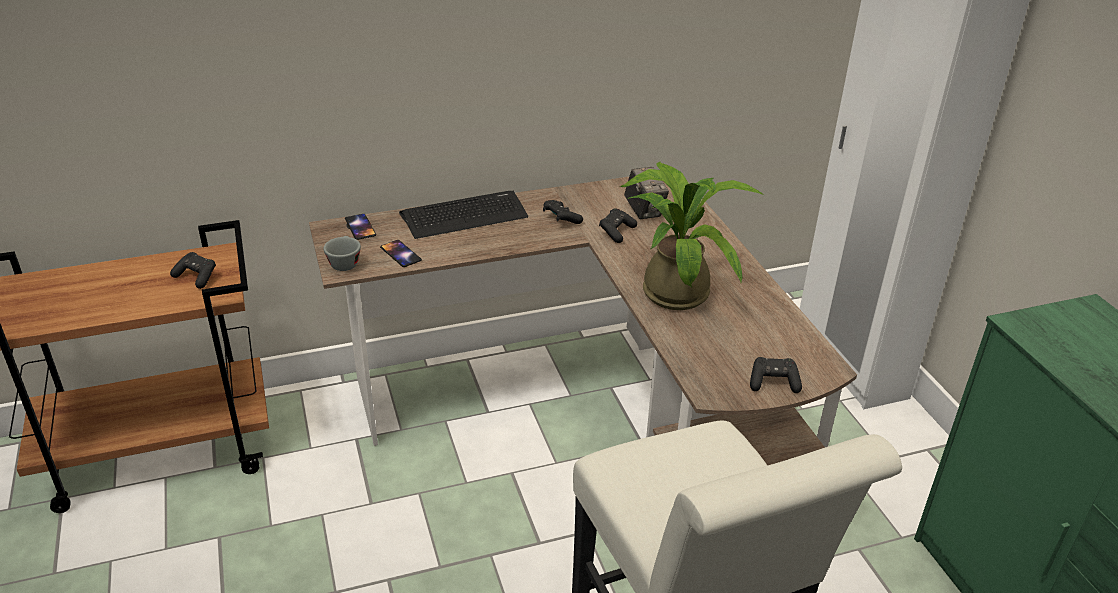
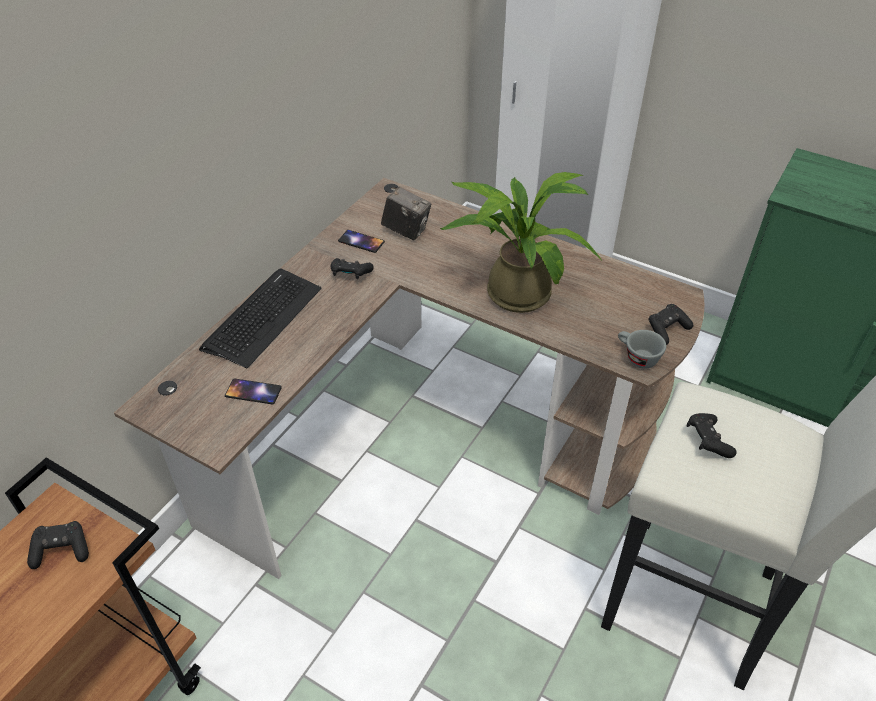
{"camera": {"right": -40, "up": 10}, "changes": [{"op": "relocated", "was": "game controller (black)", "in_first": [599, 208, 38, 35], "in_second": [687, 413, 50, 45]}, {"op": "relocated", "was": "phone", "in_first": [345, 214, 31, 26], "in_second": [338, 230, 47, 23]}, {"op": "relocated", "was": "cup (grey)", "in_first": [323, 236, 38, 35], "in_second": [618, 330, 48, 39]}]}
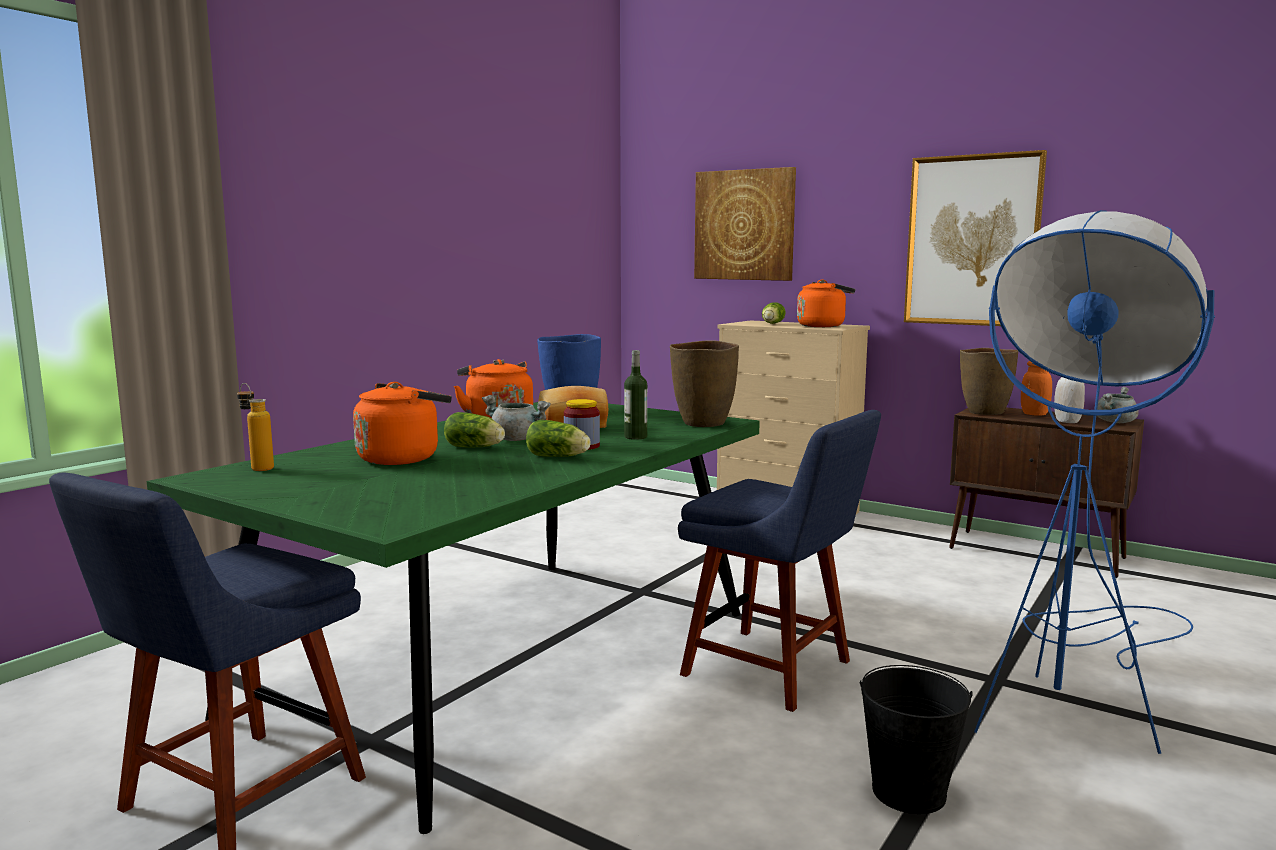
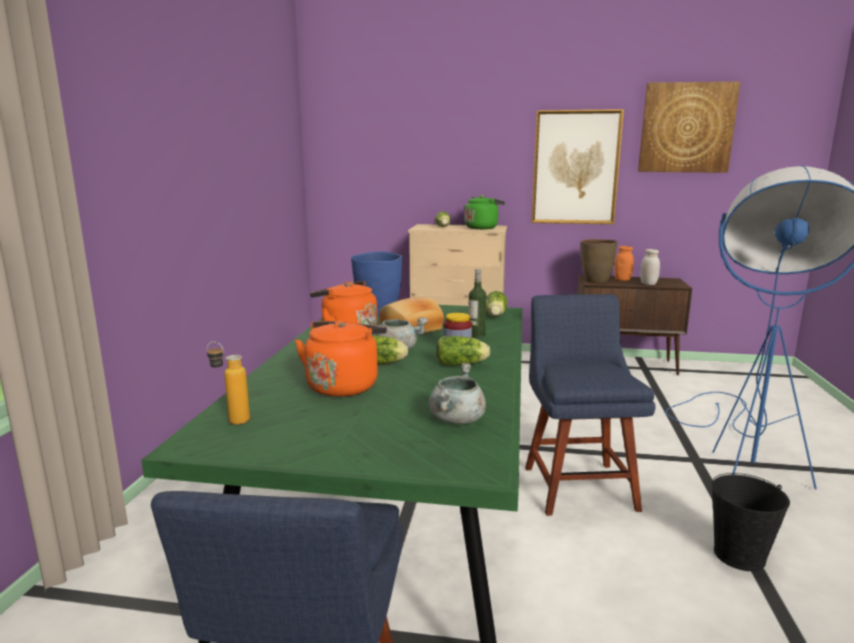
{"camera": {"right": -25, "up": 5}, "changes": [{"op": "relocated", "was": "picture", "in_first": [694, 167, 102, 114], "in_second": [638, 82, 103, 91]}, {"op": "colour", "was": "kettle (orange)", "now": "kettle (green)", "in_first": [797, 279, 58, 48], "in_second": [464, 195, 41, 34]}, {"op": "exchanged", "was": "vase (brown)", "now": "lettuce", "in_first": [670, 341, 69, 86], "in_second": [486, 291, 22, 26]}, {"op": "relocated", "was": "cooking pot (grey)", "in_first": [1097, 387, 42, 36], "in_second": [429, 362, 57, 62]}, {"op": "spun", "was": "chair (blue)", "in_first": [678, 410, 203, 302], "in_second": [525, 294, 131, 222], "clockwise": -105}]}
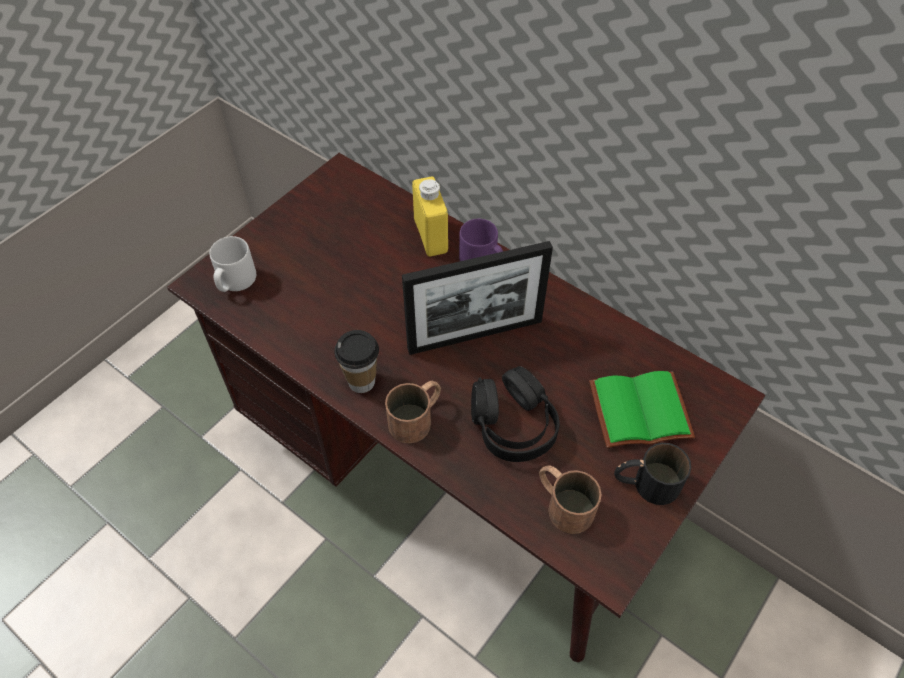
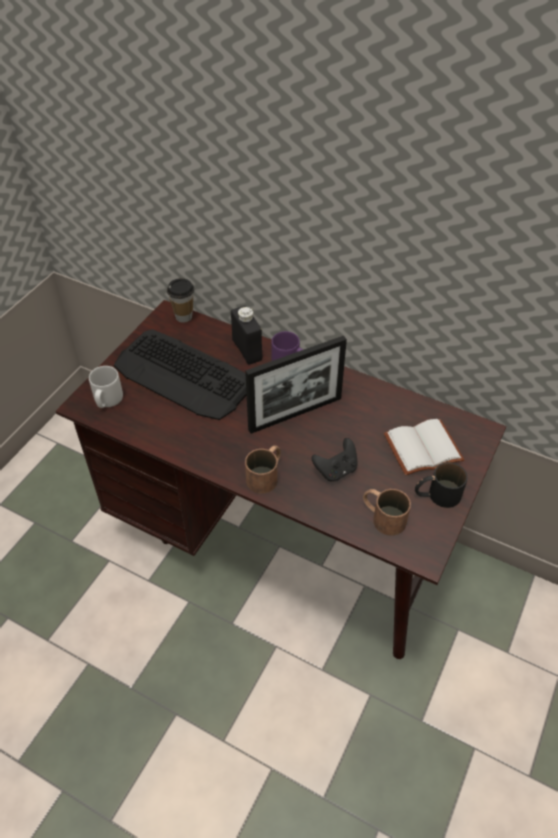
{"camera": {"right": -10, "up": -5}, "changes": [{"op": "colour", "was": "bottle (yellow)", "now": "bottle (black)", "in_first": [412, 177, 36, 79], "in_second": [231, 306, 31, 58]}, {"op": "relocated", "was": "cup", "in_first": [334, 330, 45, 63], "in_second": [167, 278, 27, 45]}, {"op": "exchanged", "was": "headphones (black)", "now": "game controller (black)", "in_first": [471, 366, 89, 96], "in_second": [312, 438, 46, 44]}, {"op": "colour", "was": "book (green)", "now": "book (white)", "in_first": [589, 371, 106, 77], "in_second": [384, 419, 80, 57]}, {"op": "appeared", "now": "keyboard", "in_second": [114, 329, 133, 91]}]}
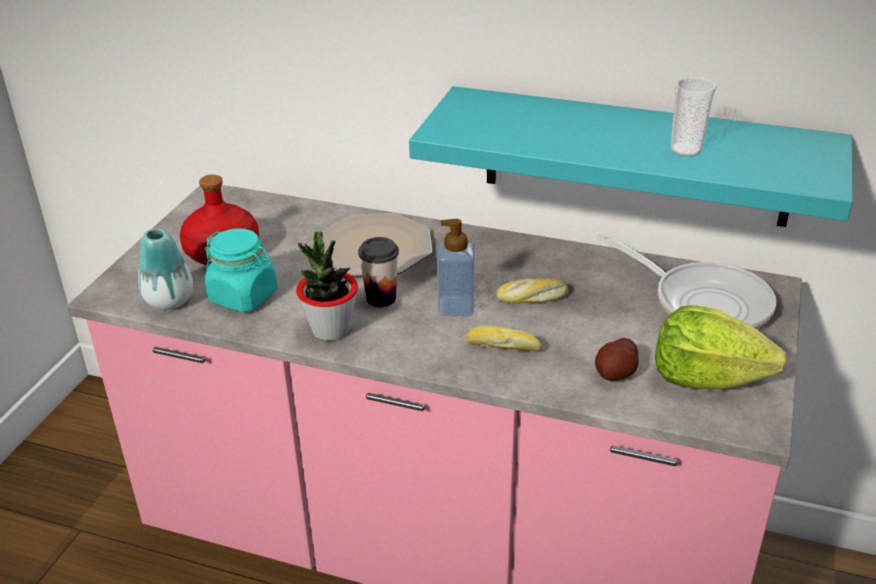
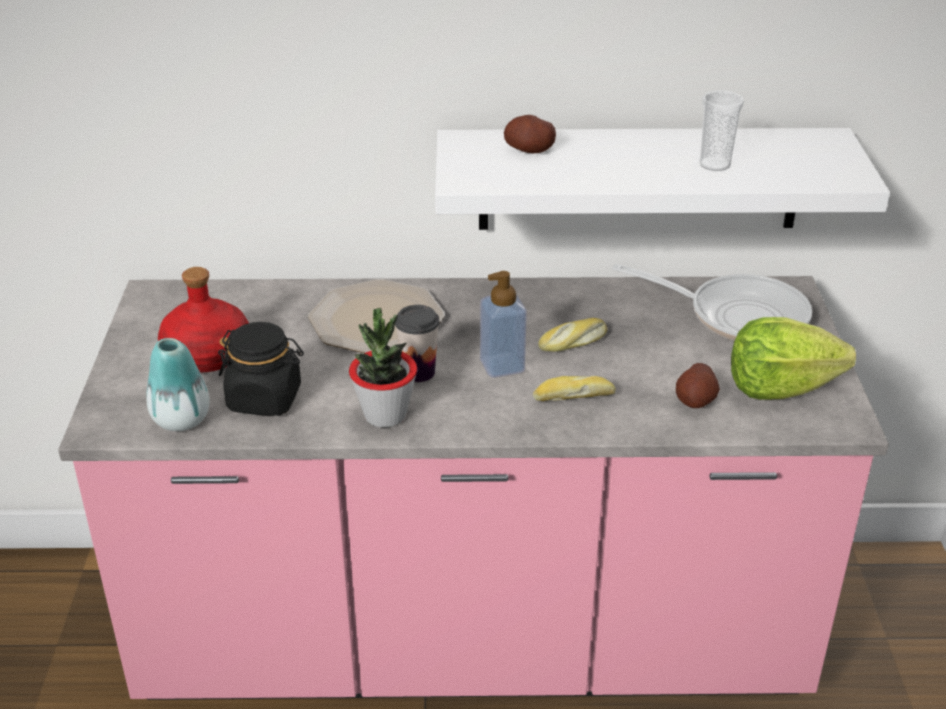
{"camera": {"right": -20, "up": 0}, "changes": [{"op": "colour", "was": "shelf (turquoise)", "now": "shelf (white)", "in_first": [409, 86, 444, 141], "in_second": [435, 128, 455, 102]}, {"op": "colour", "was": "jar (turquoise)", "now": "jar (black)", "in_first": [205, 228, 73, 84], "in_second": [218, 322, 86, 94]}, {"op": "appeared", "now": "potato", "in_second": [504, 115, 52, 38]}]}
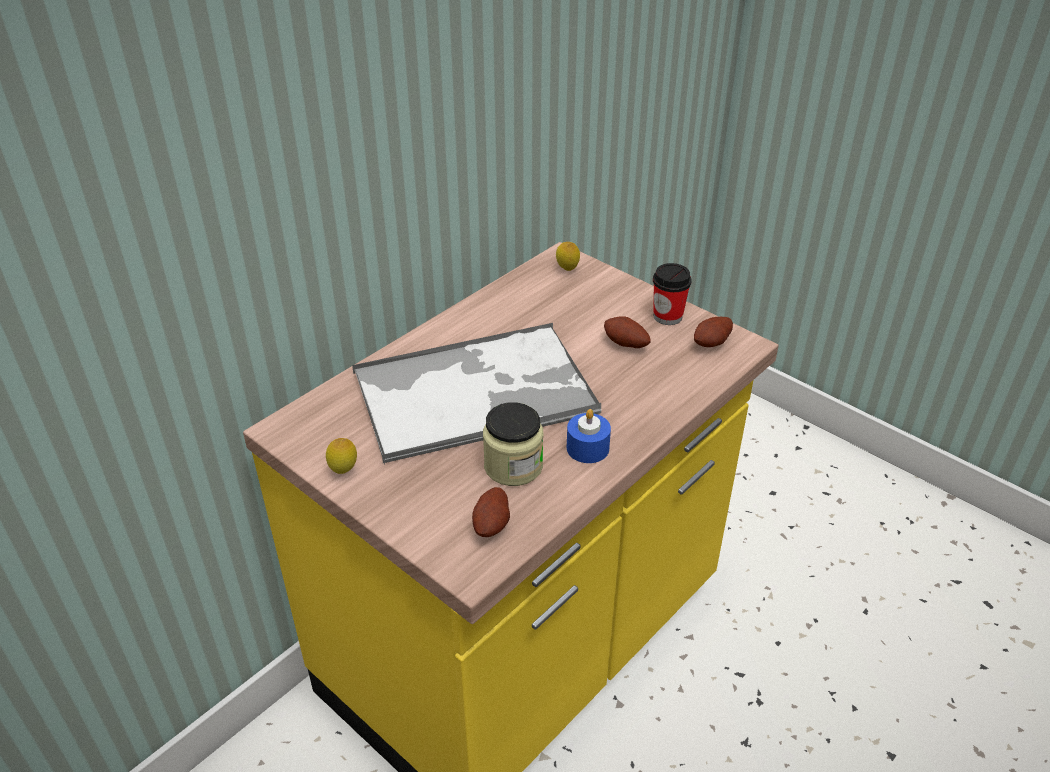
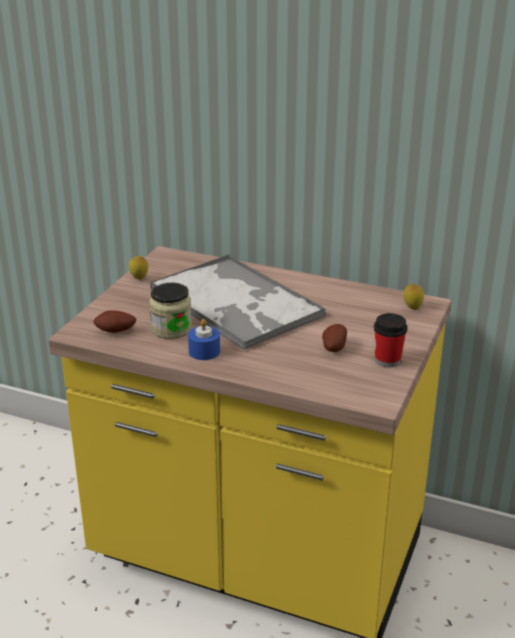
{"camera": {"right": 70, "up": -10}, "changes": [{"op": "missing", "was": "potato", "in_first": [694, 317, 39, 30]}]}
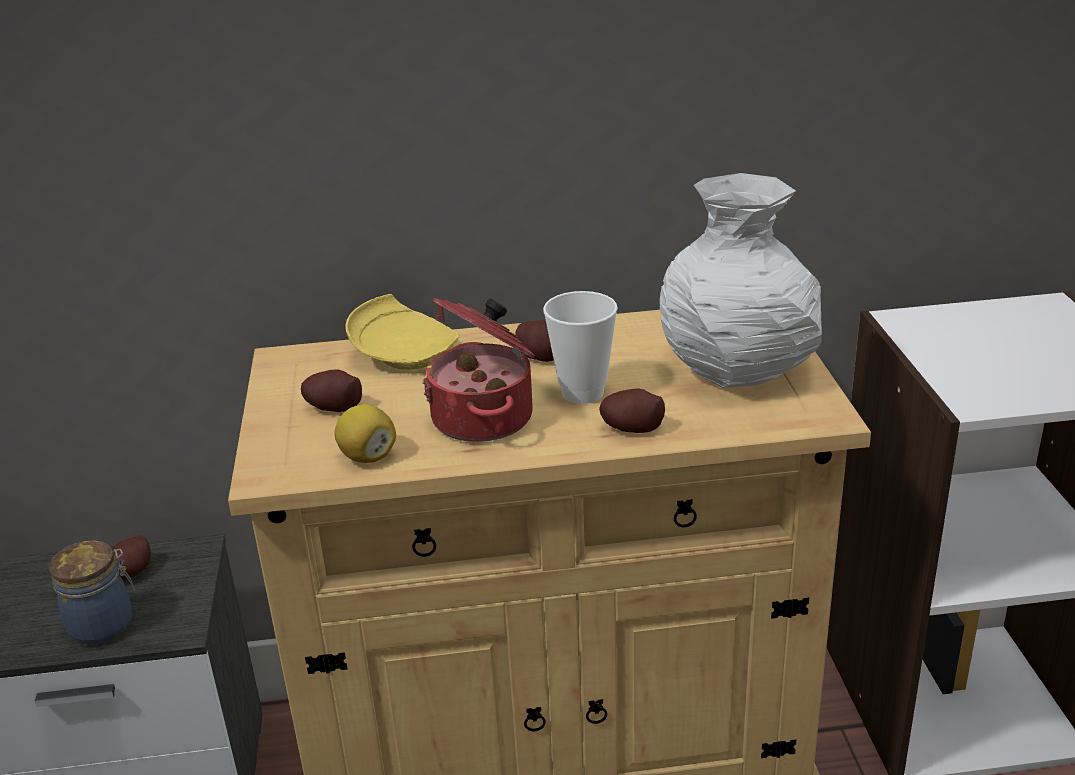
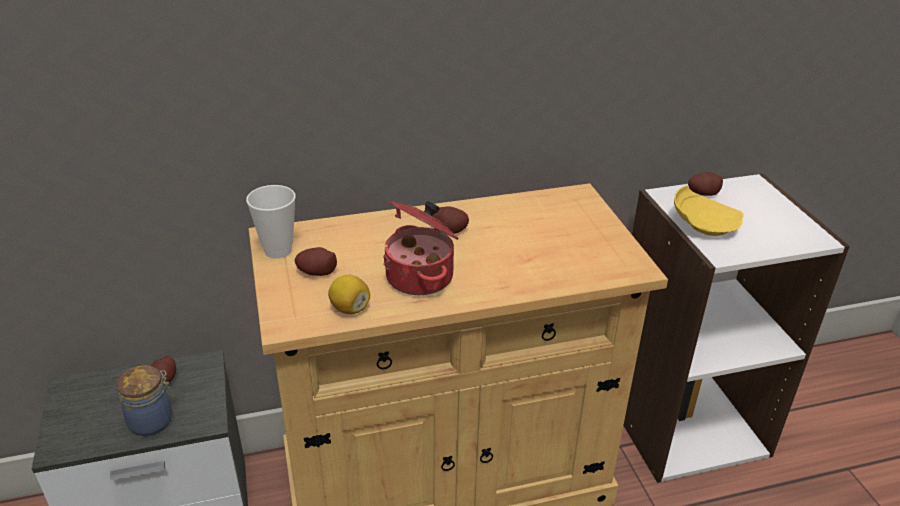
{"camera": {"right": -10, "up": 5}, "changes": [{"op": "missing", "was": "vase (white)", "in_first": [660, 173, 162, 215]}, {"op": "relocated", "was": "cup", "in_first": [543, 291, 75, 113], "in_second": [246, 185, 50, 74]}, {"op": "relocated", "was": "plate (yellow)", "in_first": [345, 294, 115, 76], "in_second": [674, 185, 70, 51]}, {"op": "relocated", "was": "potato", "in_first": [599, 388, 66, 45], "in_second": [688, 172, 35, 24]}]}
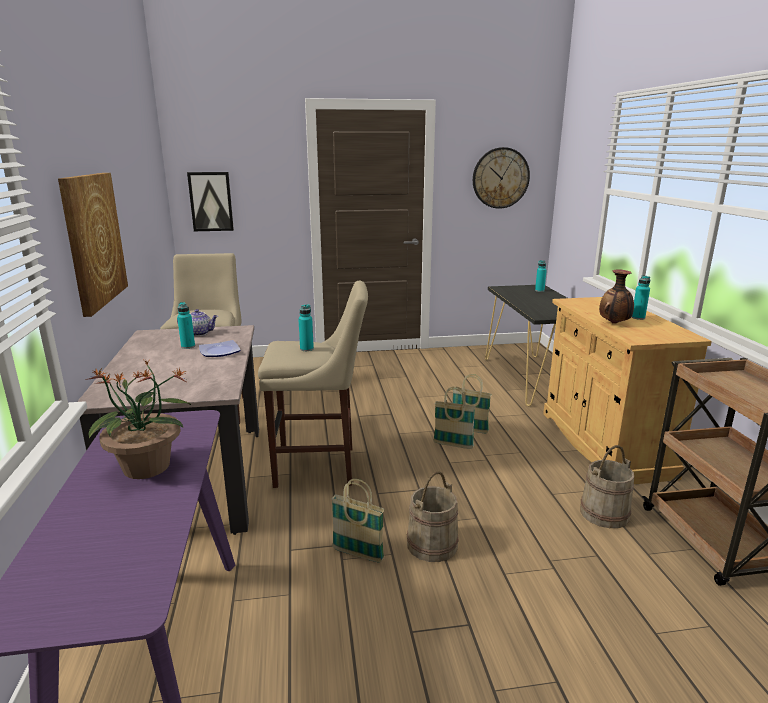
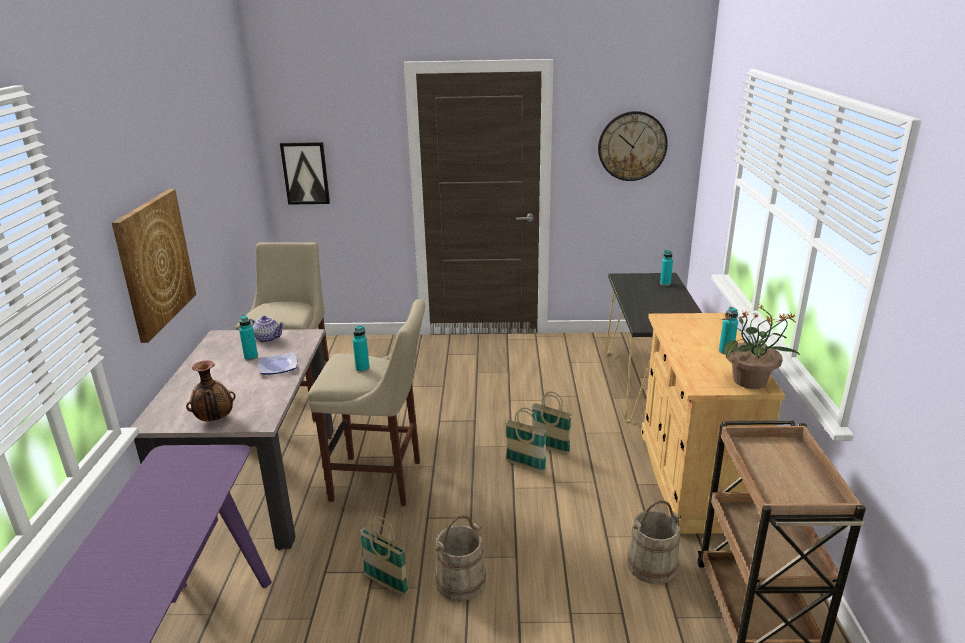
{"camera": {"right": 10, "up": 5}, "changes": [{"op": "relocated", "was": "vase", "in_first": [599, 269, 35, 55], "in_second": [186, 360, 50, 61]}, {"op": "relocated", "was": "potted plant", "in_first": [85, 360, 106, 119], "in_second": [721, 305, 79, 84]}]}
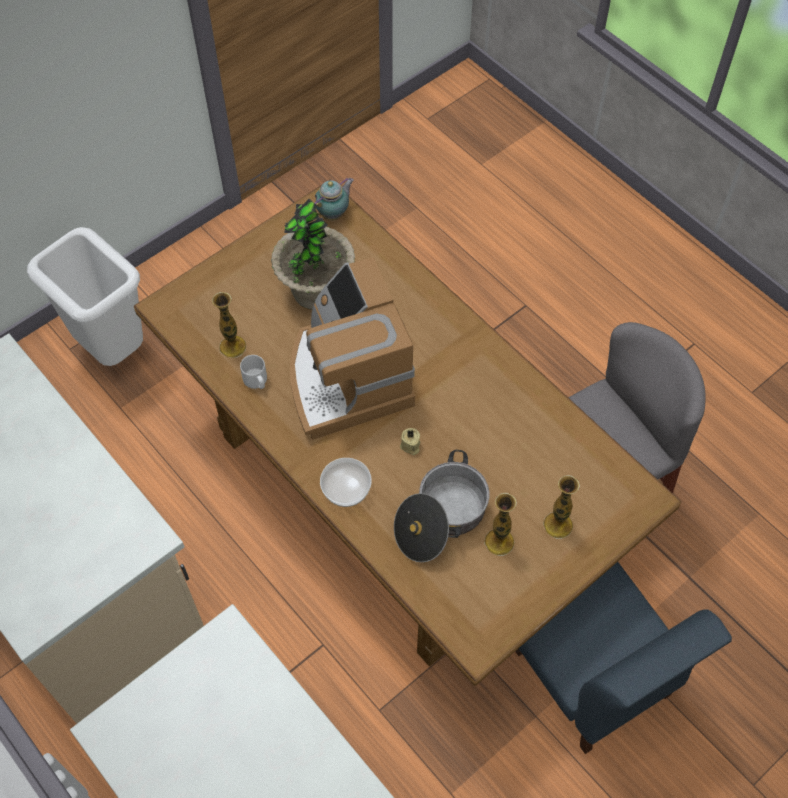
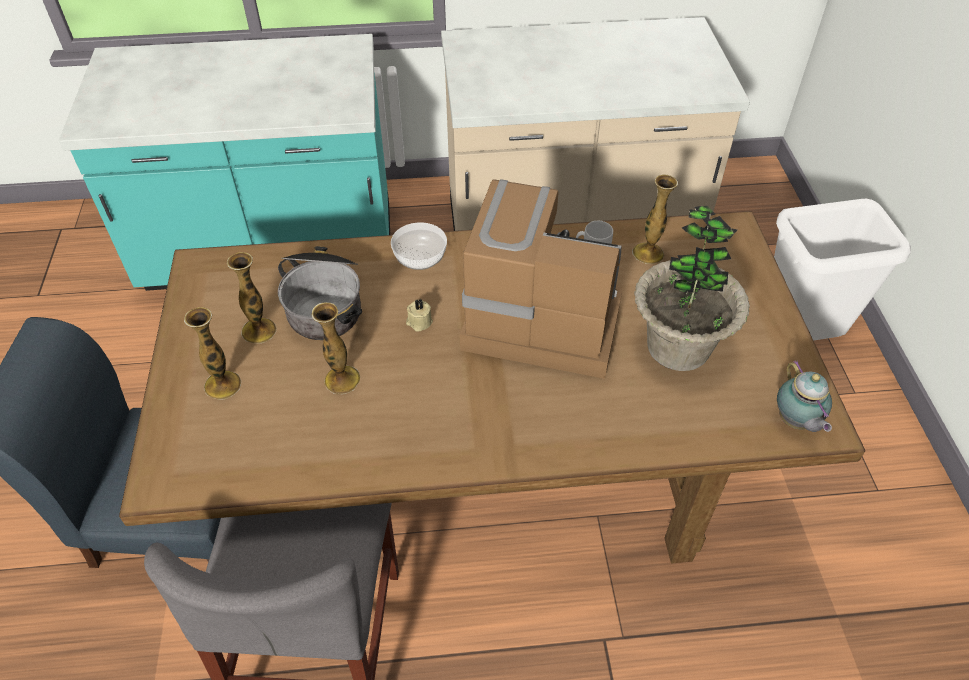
{"camera": {"right": 125, "up": -10}, "changes": [{"op": "appeared", "now": "vase", "in_second": [312, 302, 48, 92]}]}
